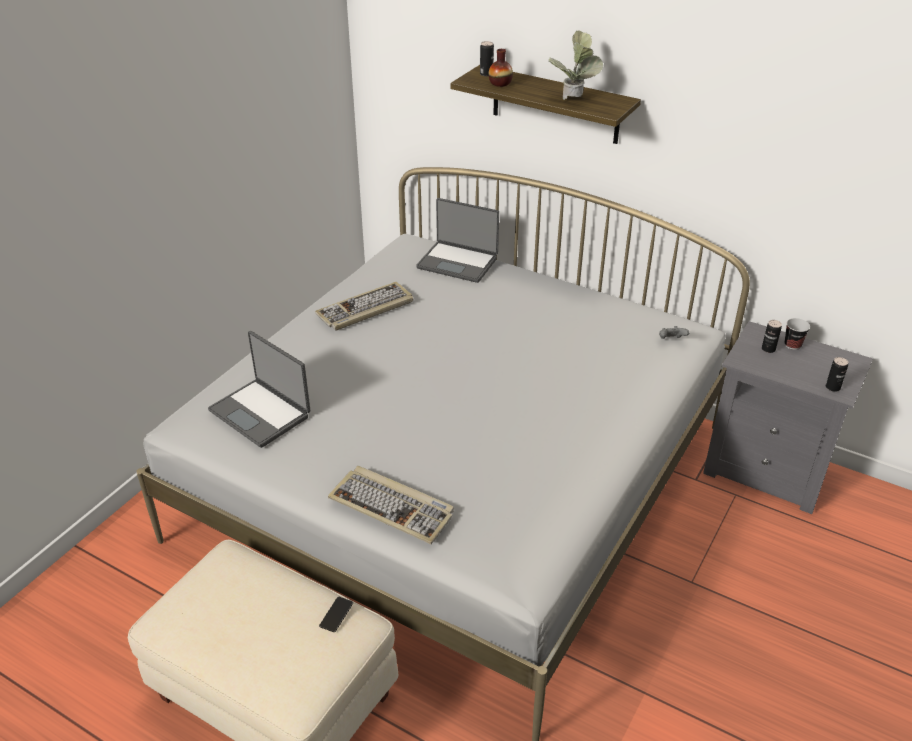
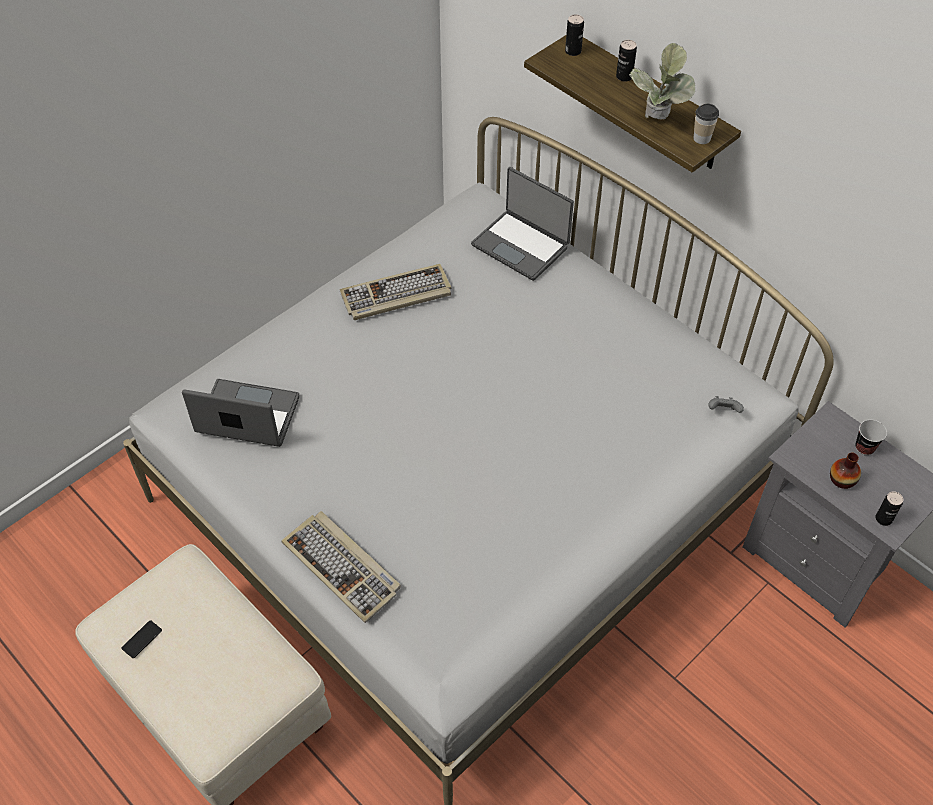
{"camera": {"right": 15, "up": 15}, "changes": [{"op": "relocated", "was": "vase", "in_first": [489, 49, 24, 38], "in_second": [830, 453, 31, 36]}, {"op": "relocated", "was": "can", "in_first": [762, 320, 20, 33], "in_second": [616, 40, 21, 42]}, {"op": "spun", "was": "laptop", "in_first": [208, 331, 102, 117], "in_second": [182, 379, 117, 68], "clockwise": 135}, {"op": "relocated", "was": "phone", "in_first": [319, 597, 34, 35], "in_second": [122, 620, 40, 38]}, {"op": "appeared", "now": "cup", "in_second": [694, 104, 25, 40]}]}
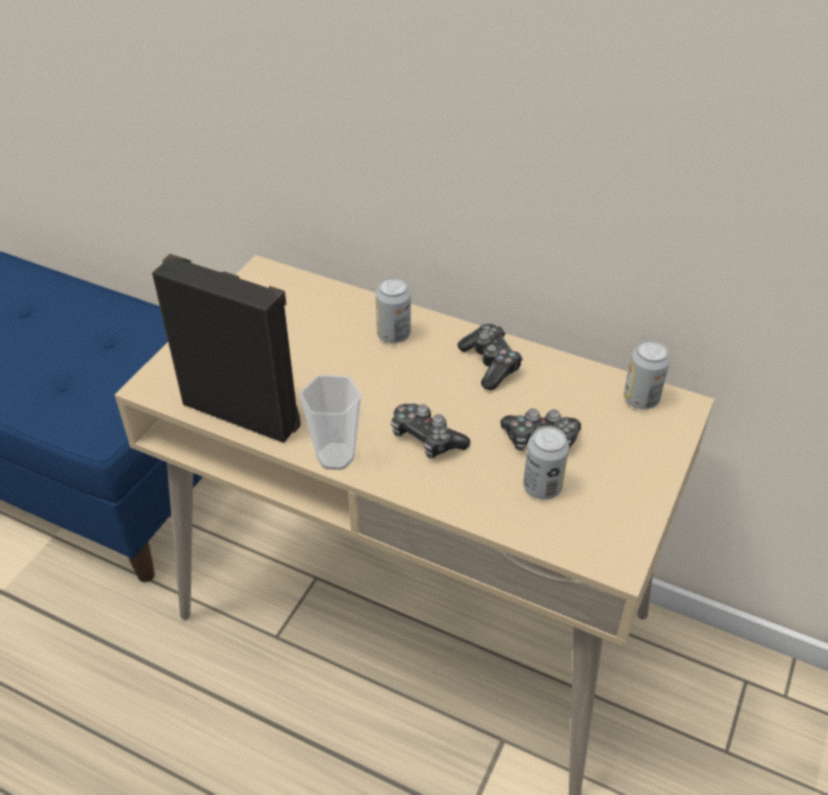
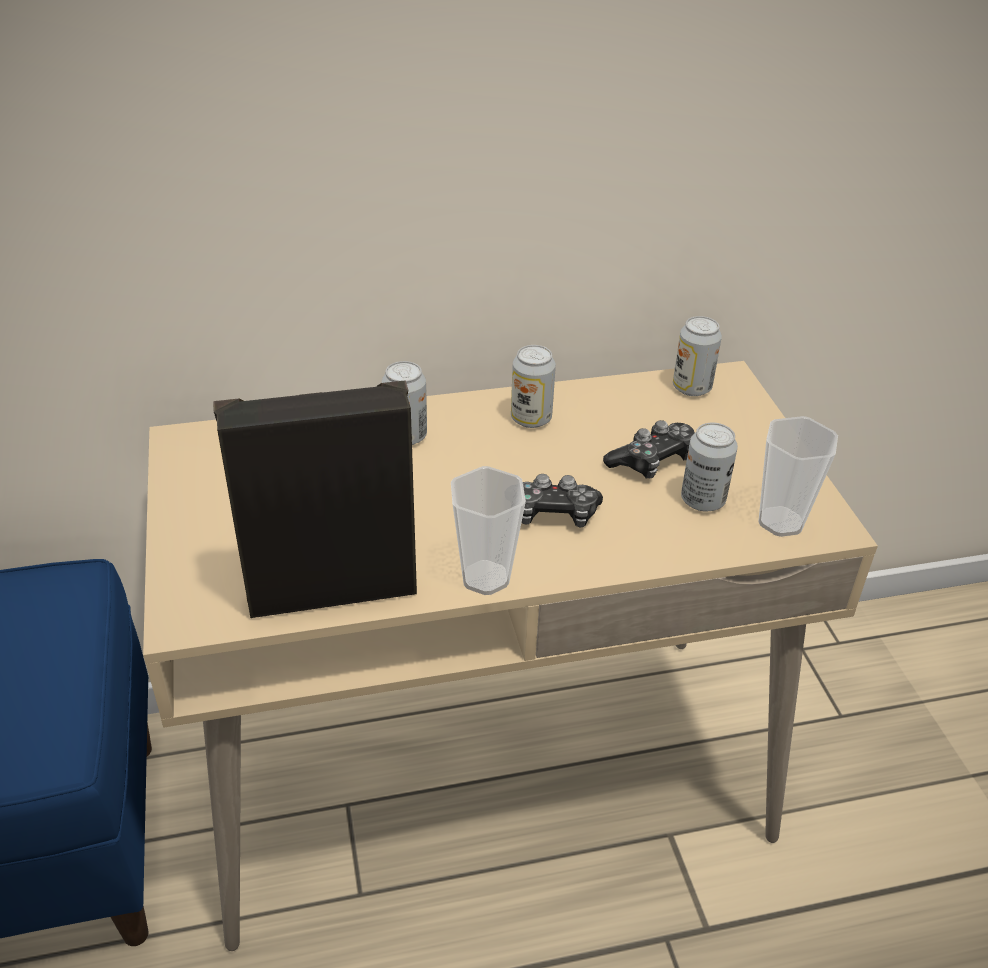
{"camera": {"right": -40, "up": -5}, "changes": [{"op": "exchanged", "was": "game controller", "now": "can", "in_first": [458, 324, 65, 66], "in_second": [511, 345, 45, 83]}, {"op": "appeared", "now": "cup", "in_second": [758, 416, 80, 121]}]}
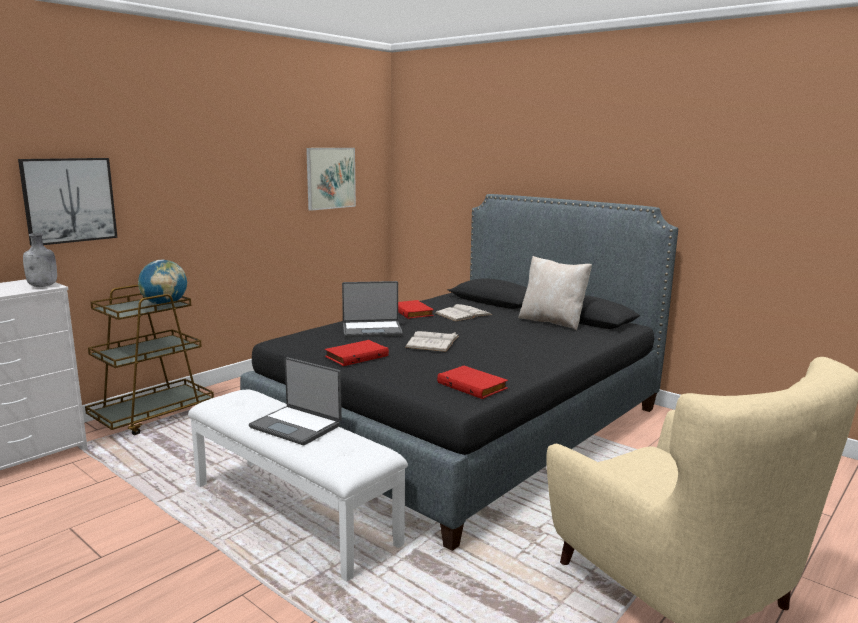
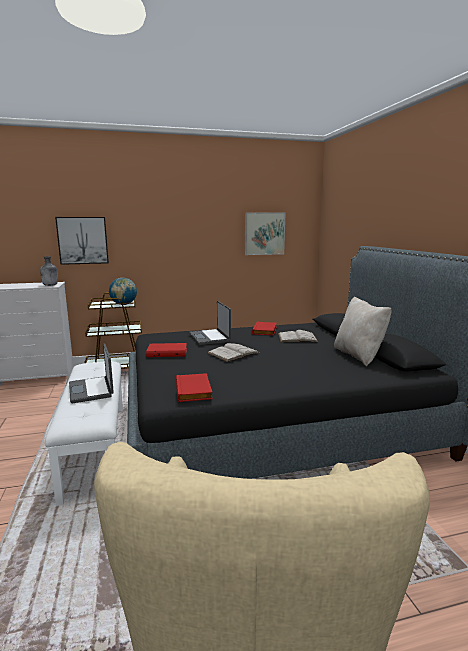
{"camera": {"right": 35, "up": 0}, "changes": [{"op": "spun", "was": "laptop", "in_first": [342, 281, 61, 57], "in_second": [189, 301, 42, 44], "clockwise": 45}]}
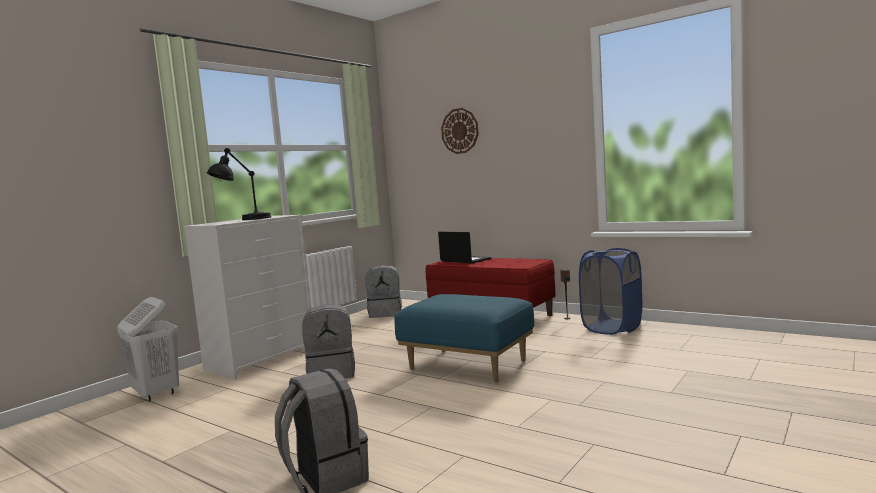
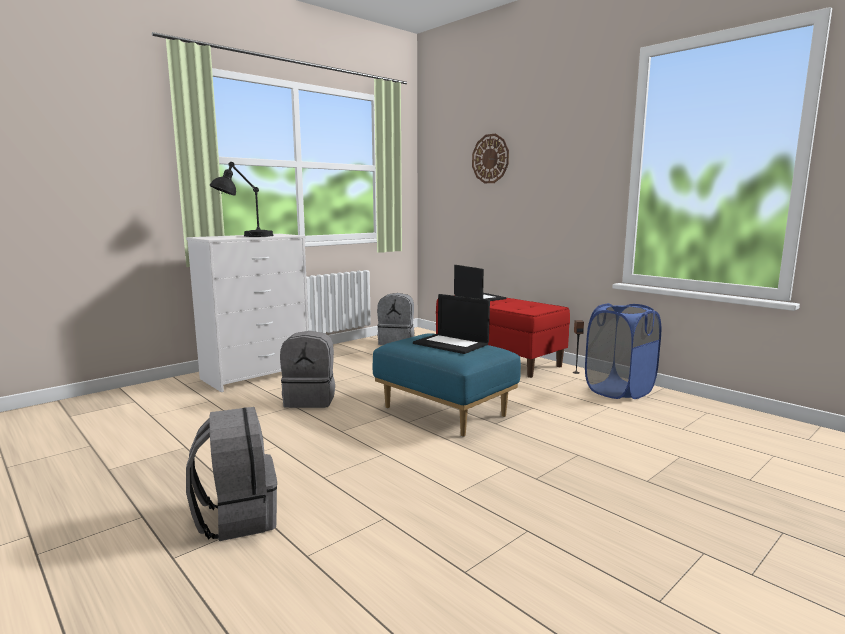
{"camera": {"right": 10, "up": 5}, "changes": [{"op": "missing", "was": "laundry basket (white)", "in_first": [117, 297, 62, 104]}, {"op": "appeared", "now": "laptop", "in_second": [413, 294, 77, 60]}]}
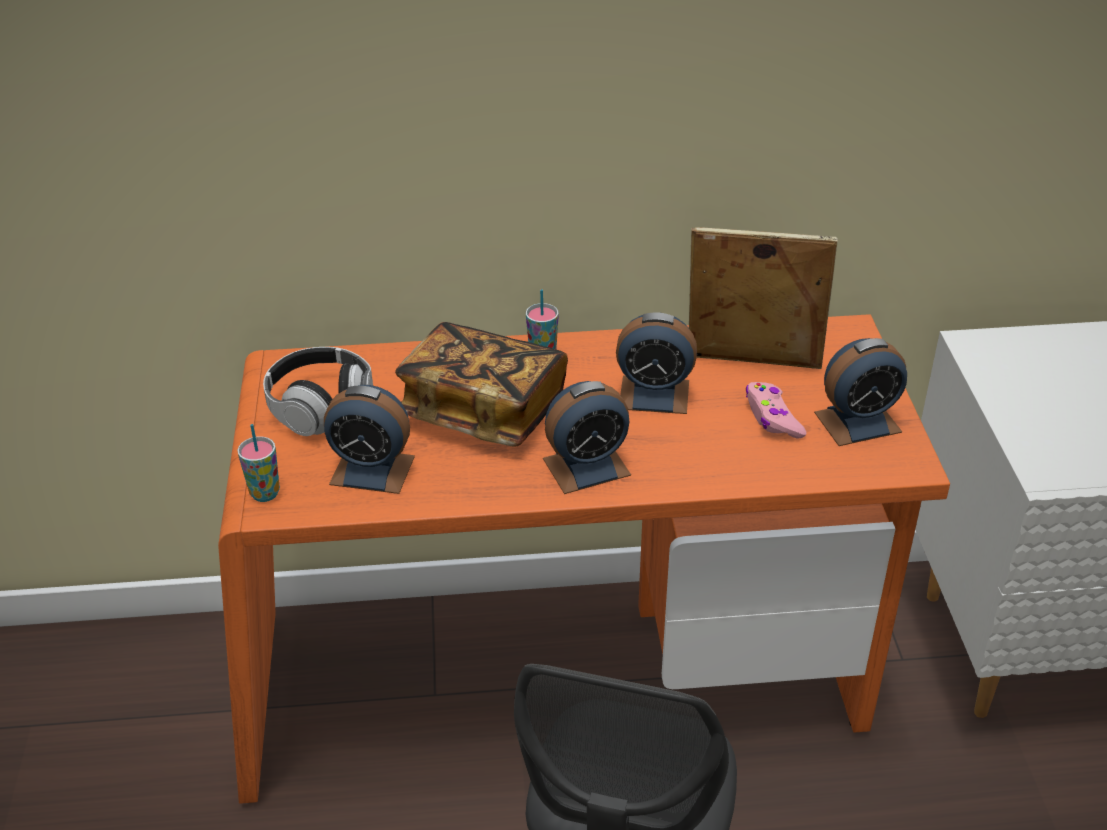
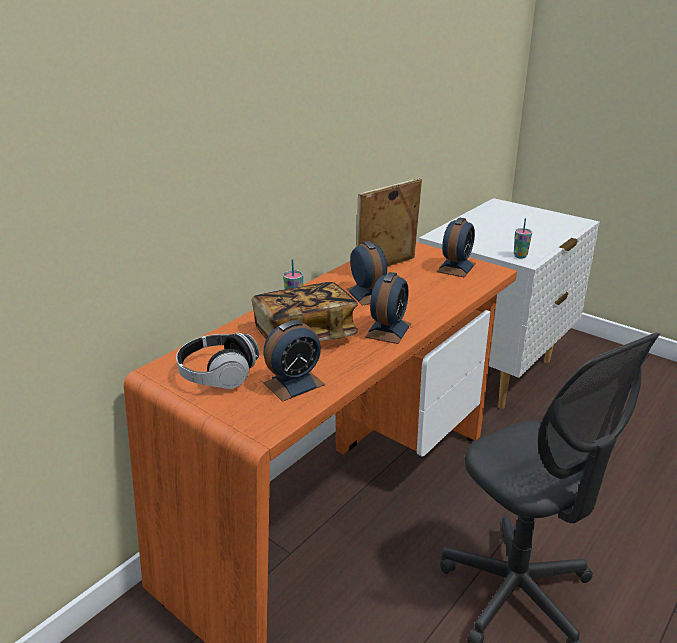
{"camera": {"right": -45, "up": -10}, "changes": [{"op": "spun", "was": "alarm clock", "in_first": [616, 312, 81, 102], "in_second": [346, 241, 41, 65], "clockwise": -75}, {"op": "missing", "was": "game controller (pink)", "in_first": [746, 382, 60, 57]}, {"op": "relocated", "was": "cup", "in_first": [237, 424, 43, 78], "in_second": [514, 218, 18, 41]}]}
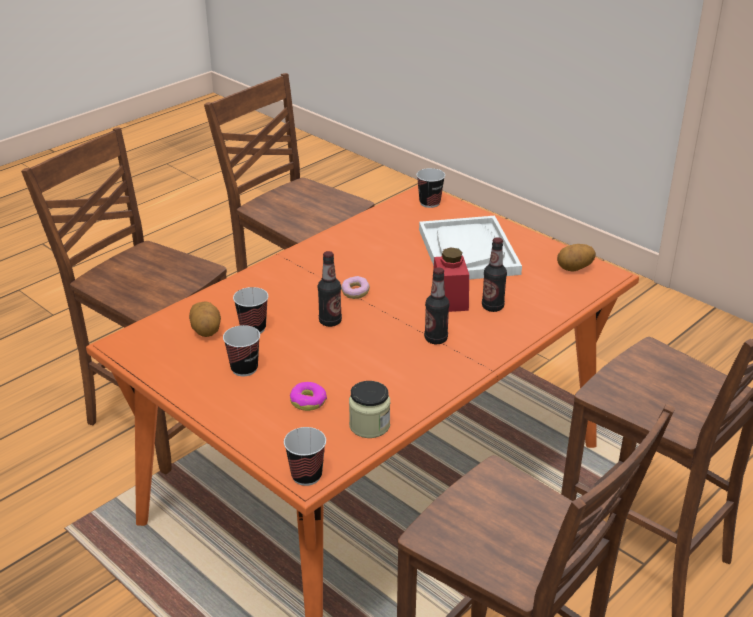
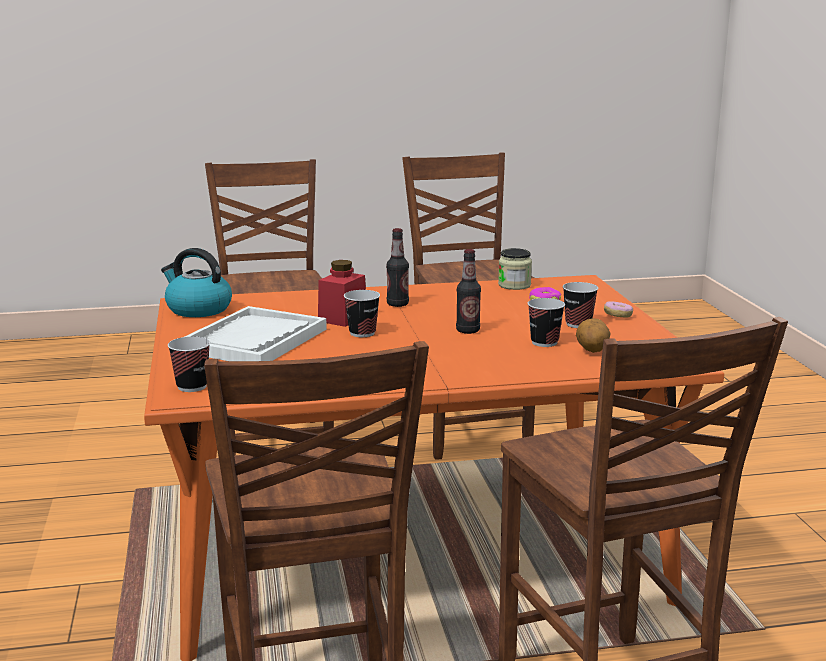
{"camera": {"right": -145, "up": -15}, "changes": [{"op": "missing", "was": "bottle", "in_first": [482, 237, 25, 75]}, {"op": "exchanged", "was": "potato", "now": "kettle", "in_first": [557, 244, 39, 28], "in_second": [161, 248, 71, 69]}, {"op": "relocated", "was": "donut", "in_first": [341, 276, 29, 23], "in_second": [604, 302, 29, 16]}, {"op": "relocated", "was": "cup", "in_first": [284, 427, 42, 59], "in_second": [344, 290, 36, 47]}]}
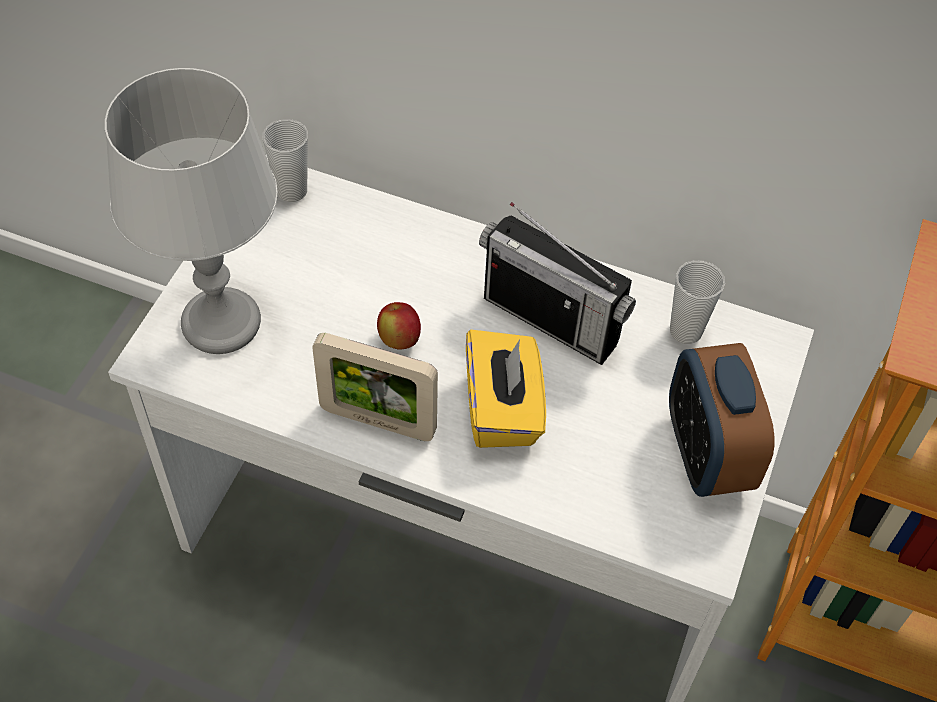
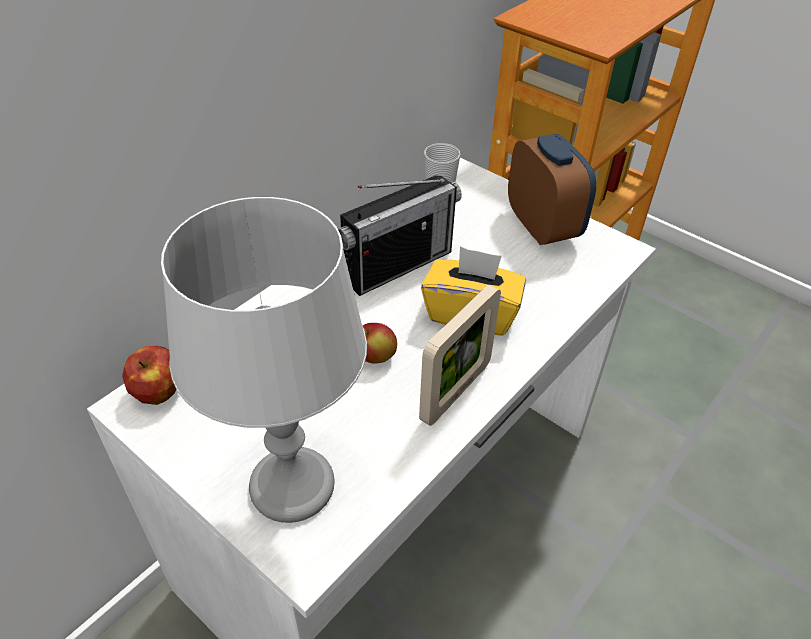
{"camera": {"right": -70, "up": -10}, "changes": [{"op": "exchanged", "was": "cup", "now": "apple", "in_first": [263, 119, 45, 83], "in_second": [122, 346, 54, 59]}, {"op": "spun", "was": "alarm clock", "in_first": [669, 343, 106, 154], "in_second": [508, 134, 88, 111], "clockwise": -120}]}
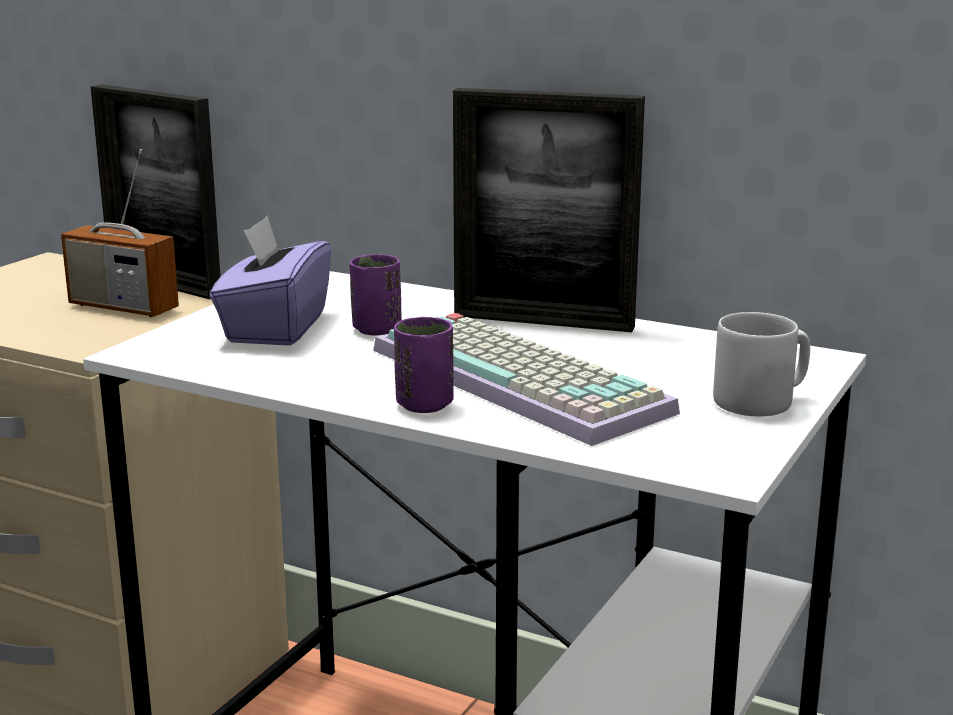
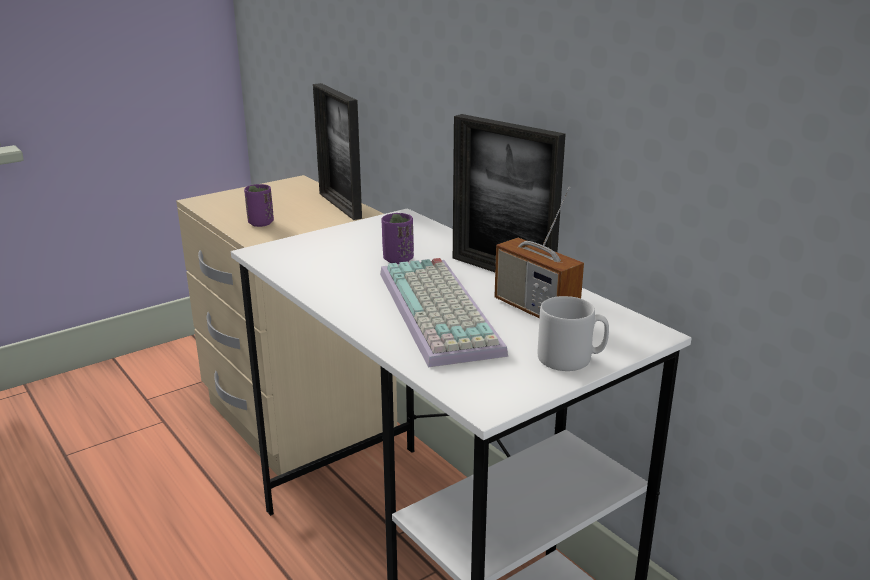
{"camera": {"right": 25, "up": 5}, "changes": [{"op": "relocated", "was": "radio", "in_first": [61, 149, 118, 168], "in_second": [494, 187, 90, 131]}, {"op": "missing", "was": "tissue box (purple)", "in_first": [210, 216, 121, 130]}, {"op": "relocated", "was": "cup (purple)", "in_first": [394, 317, 60, 96], "in_second": [244, 184, 30, 43]}]}
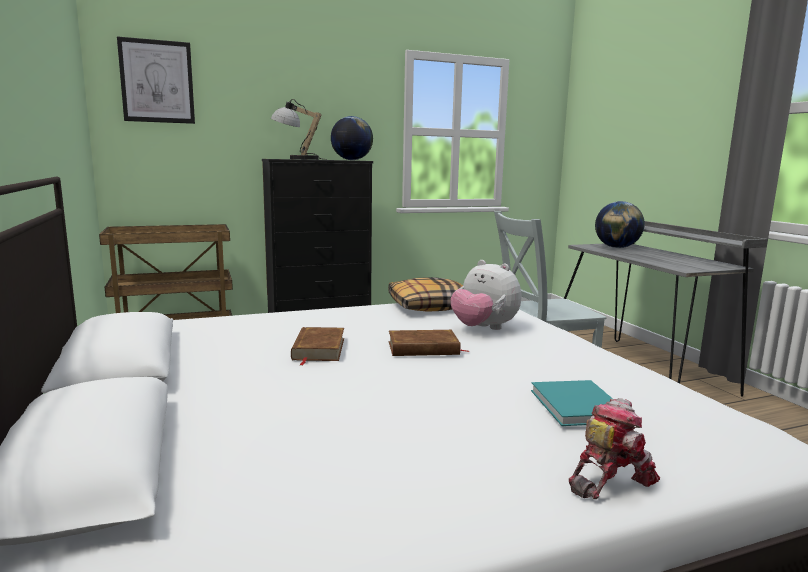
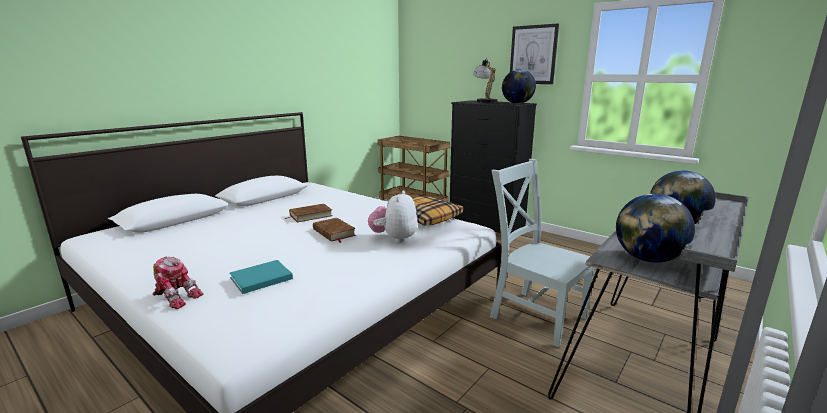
{"camera": {"right": 60, "up": 5}, "changes": [{"op": "relocated", "was": "picture", "in_first": [117, 36, 78, 88], "in_second": [510, 23, 49, 61]}, {"op": "appeared", "now": "globe", "in_second": [616, 194, 79, 69]}]}
